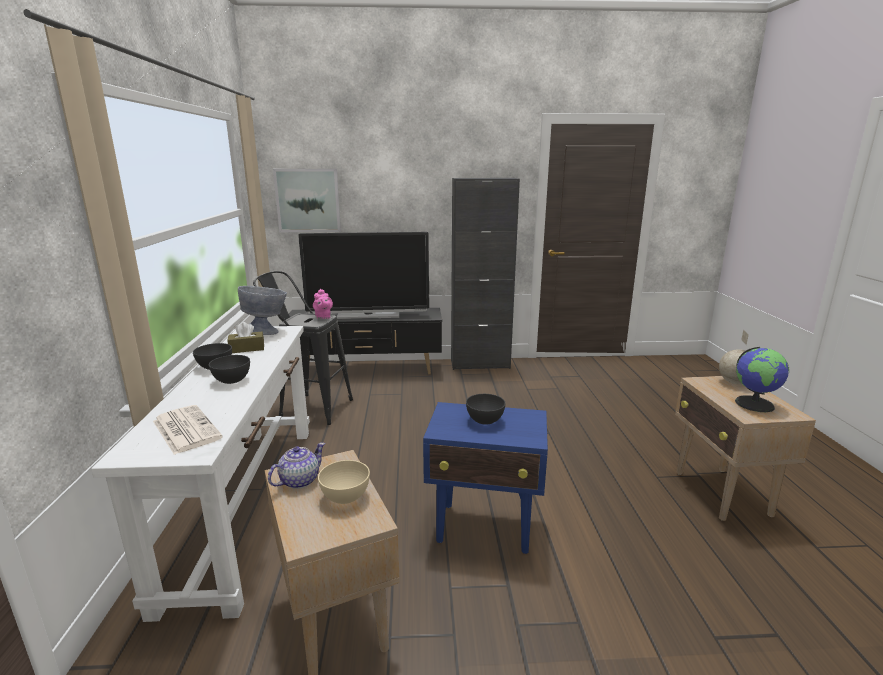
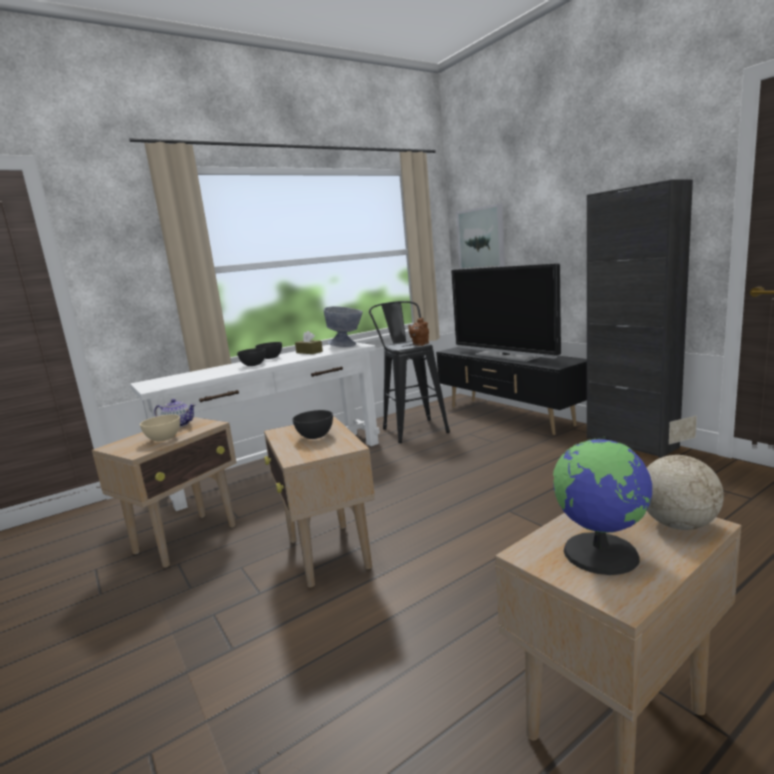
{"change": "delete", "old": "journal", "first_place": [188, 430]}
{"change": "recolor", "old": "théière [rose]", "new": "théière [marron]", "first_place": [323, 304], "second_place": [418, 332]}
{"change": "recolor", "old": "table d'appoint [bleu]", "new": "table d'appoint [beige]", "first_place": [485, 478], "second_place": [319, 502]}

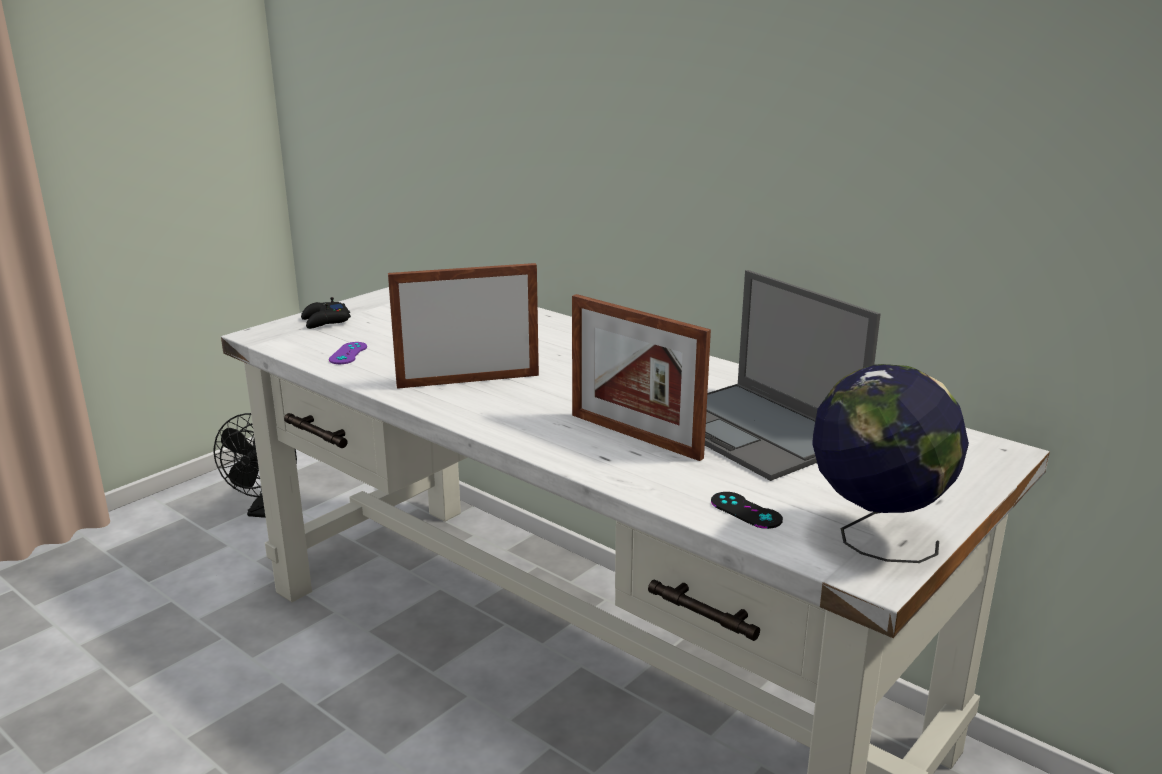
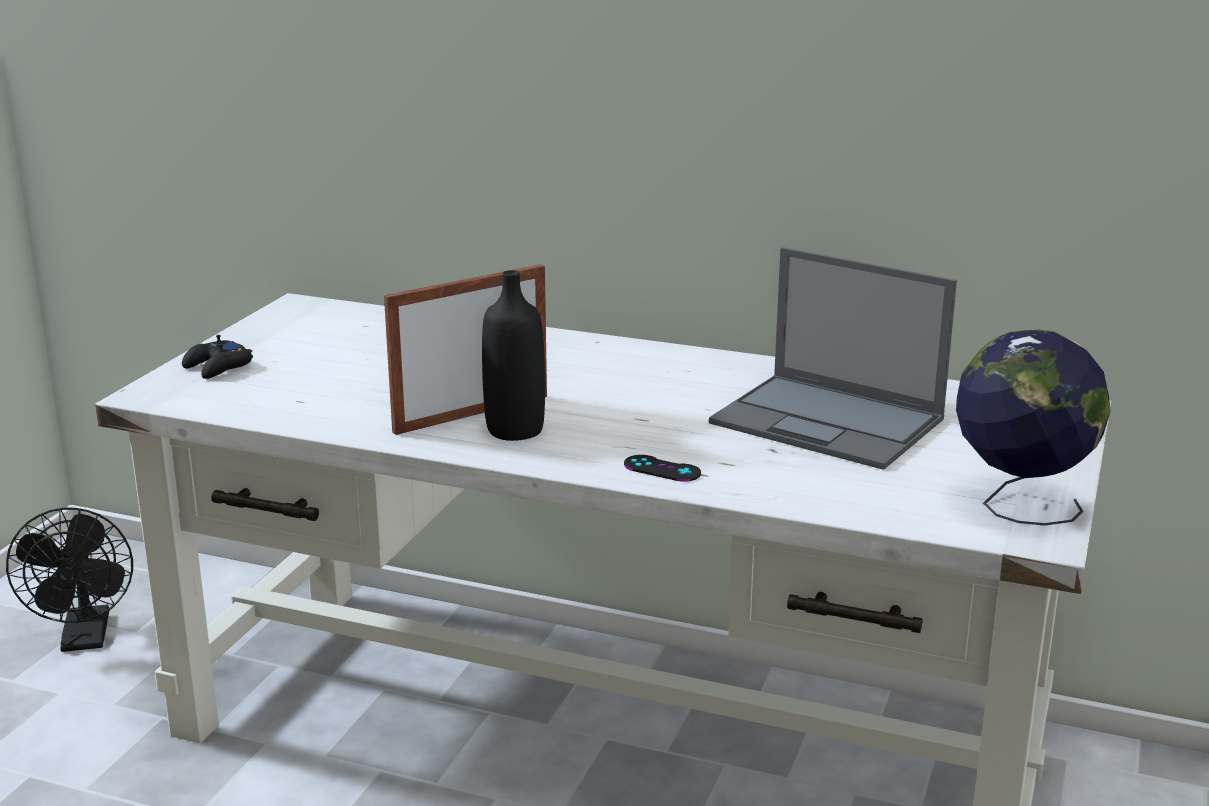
{"change": "delete", "old": "manette [violet]", "first_place": [348, 353]}
{"change": "delete", "old": "cadre photo", "first_place": [641, 377]}
{"change": "move", "old": "manette [noir]", "first_place": [747, 510], "second_place": [662, 468]}
{"change": "insert", "new": "bouteille [noir]", "second_place": [513, 355]}

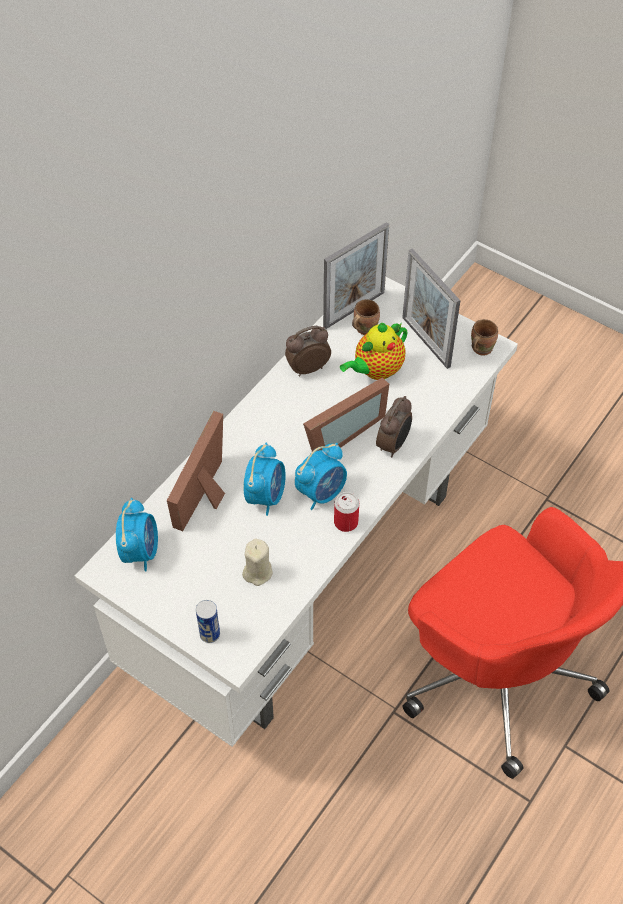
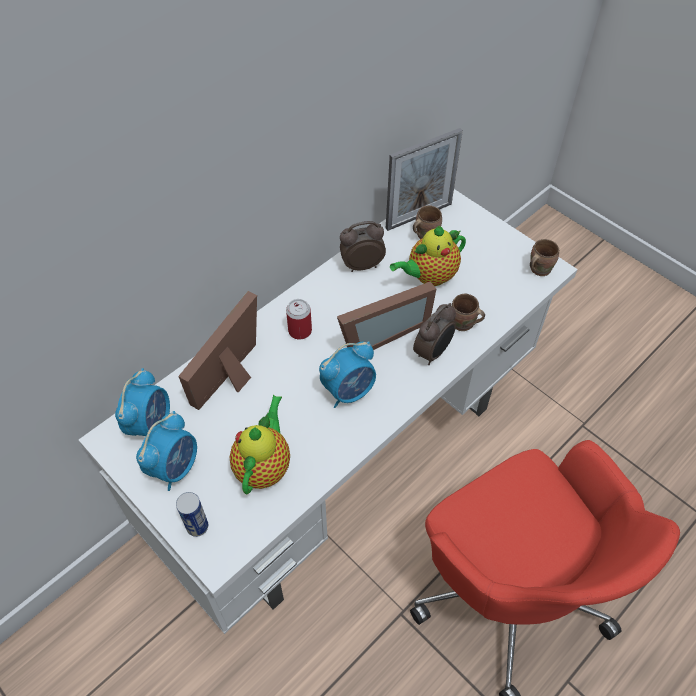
{"change": "replace", "old": "bougie [beige]", "new": "théière", "first_place": [257, 562], "second_place": [260, 444]}
{"change": "move", "old": "réveil", "first_place": [264, 479], "second_place": [166, 451]}
{"change": "move", "old": "boîte métallique", "first_place": [346, 512], "second_place": [299, 319]}
{"change": "delete", "old": "cadre photo", "first_place": [431, 309]}
{"change": "insert", "new": "mug [marron]", "second_place": [468, 312]}

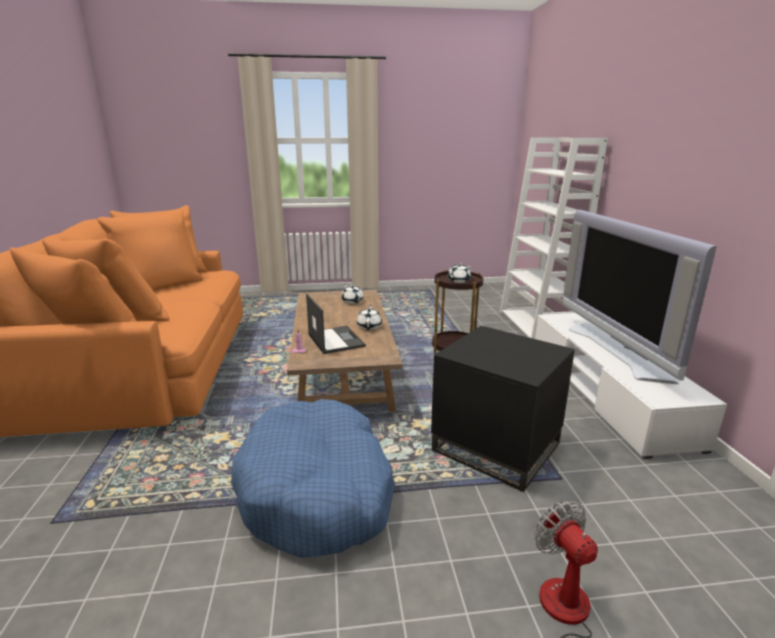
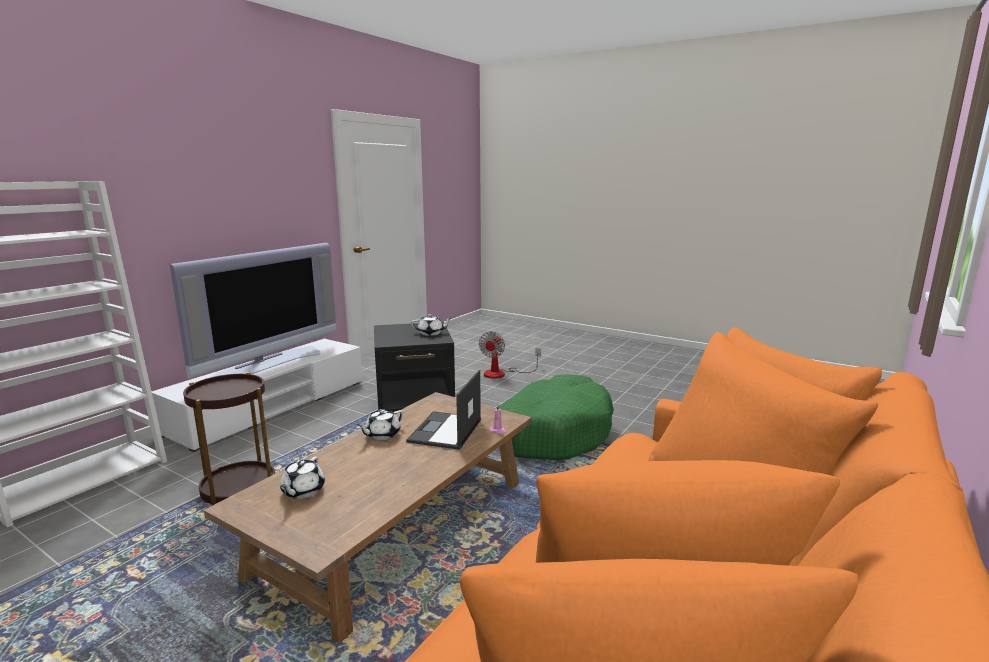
{"change": "recolor", "old": "panier pour chien [bleu]", "new": "panier pour chien [vert]", "first_place": [313, 478], "second_place": [555, 417]}
{"change": "move", "old": "théière [blanc]", "first_place": [458, 273], "second_place": [431, 325]}

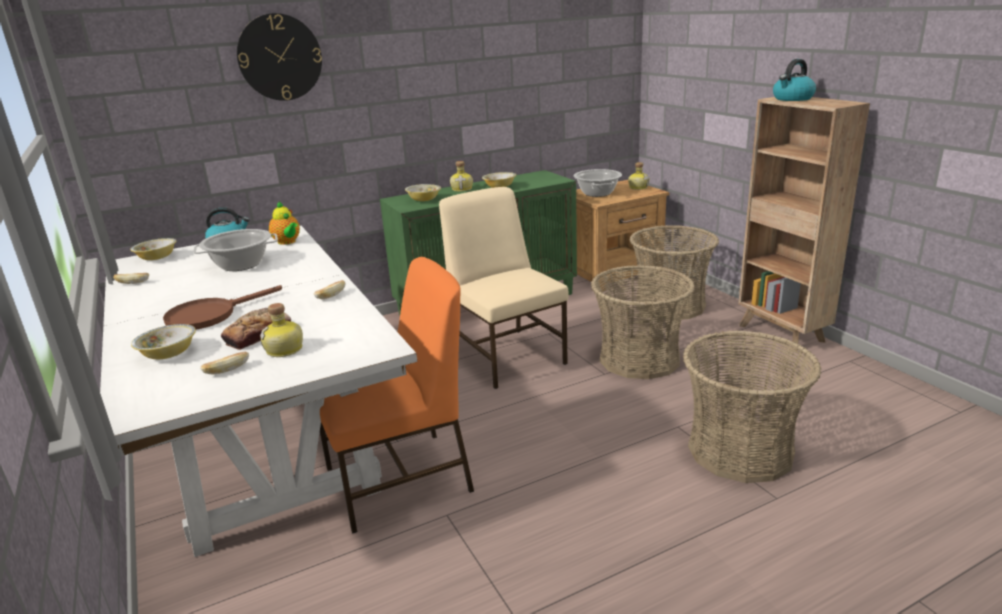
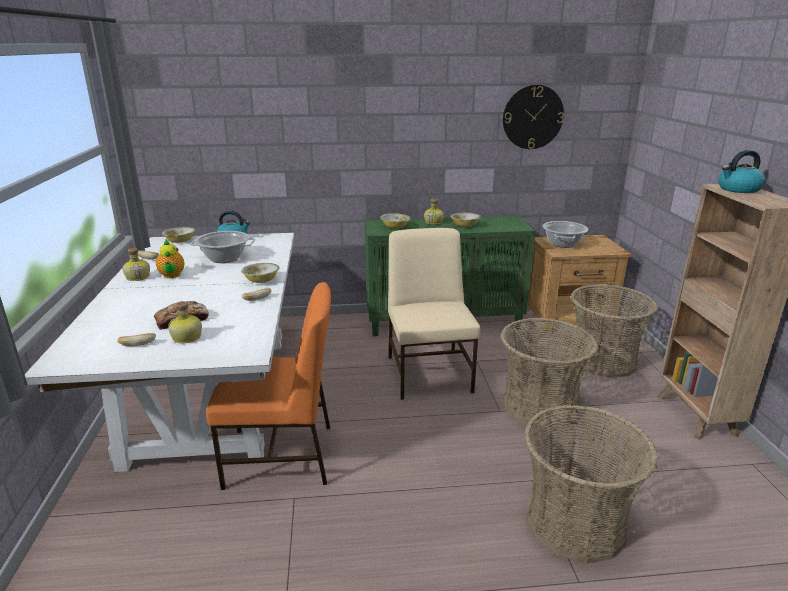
{"change": "move", "old": "bol", "first_place": [163, 341], "second_place": [260, 273]}
{"change": "delete", "old": "poêle [marron]", "first_place": [222, 307]}
{"change": "move", "old": "horloge murale", "first_place": [279, 57], "second_place": [533, 117]}
{"change": "move", "old": "théière", "first_place": [284, 223], "second_place": [170, 259]}
{"change": "move", "old": "bouteille", "first_place": [638, 176], "second_place": [136, 264]}

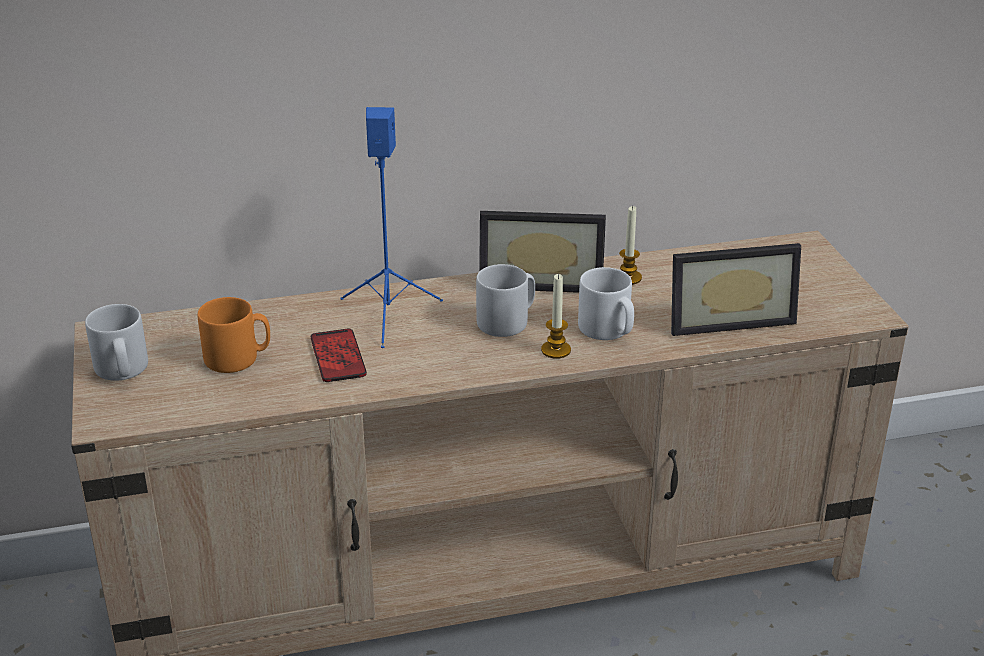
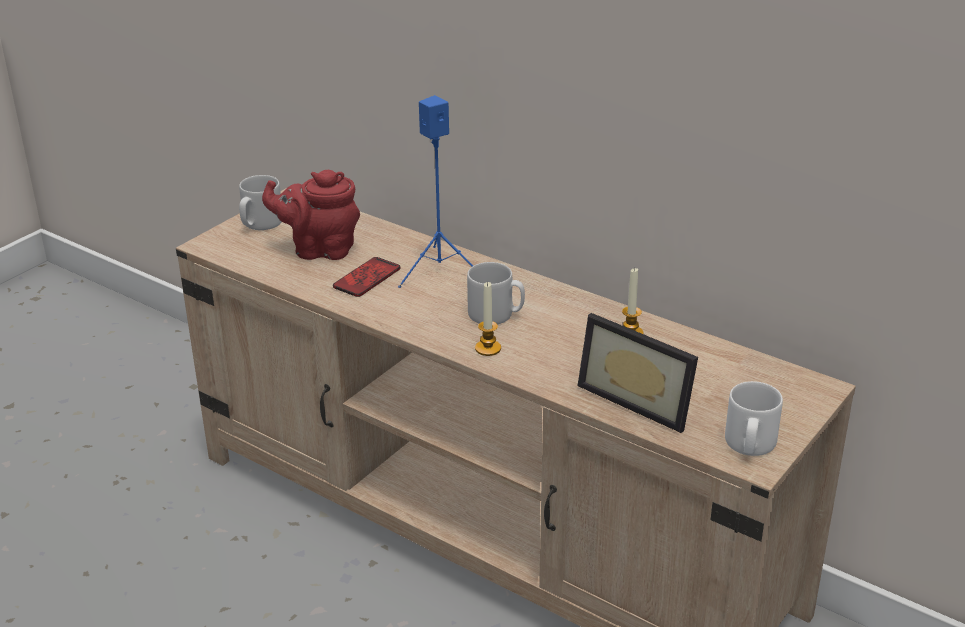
{"change": "replace", "old": "mug [orange]", "new": "théière [rouge]", "first_place": [233, 335], "second_place": [311, 215]}
{"change": "delete", "old": "cadre photo", "first_place": [542, 252]}
{"change": "move", "old": "mug [blanc]", "first_place": [606, 303], "second_place": [754, 418]}

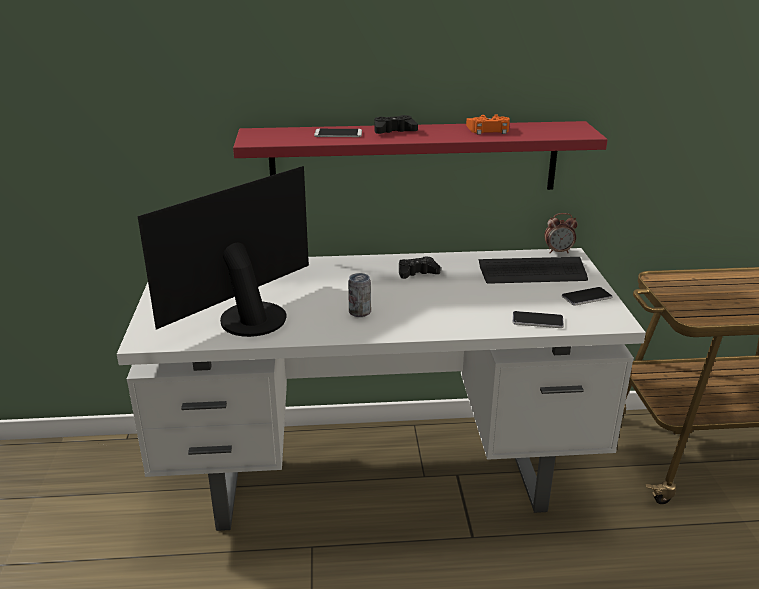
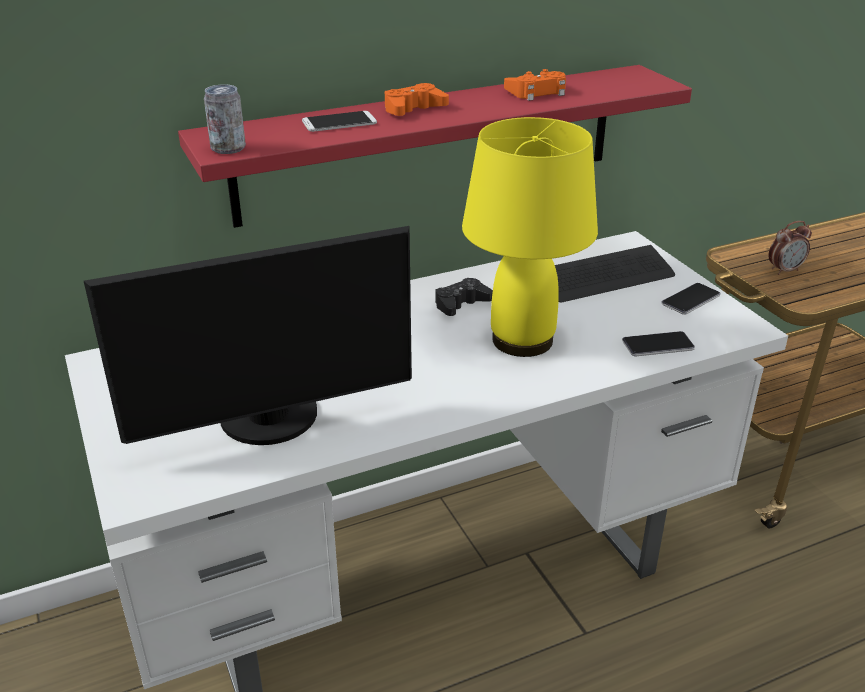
{"change": "rotate", "old": "écran d'ordinateur", "first_place": [223, 251], "second_place": [248, 335], "degrees": -135}
{"change": "move", "old": "boîte métallique", "first_place": [359, 295], "second_place": [225, 119]}
{"change": "recolor", "old": "manette [noir]", "new": "manette [orange]", "first_place": [396, 124], "second_place": [417, 99]}
{"change": "move", "old": "réveil", "first_place": [561, 233], "second_place": [790, 248]}
{"change": "insert", "new": "lampe de table [jaune]", "second_place": [530, 237]}

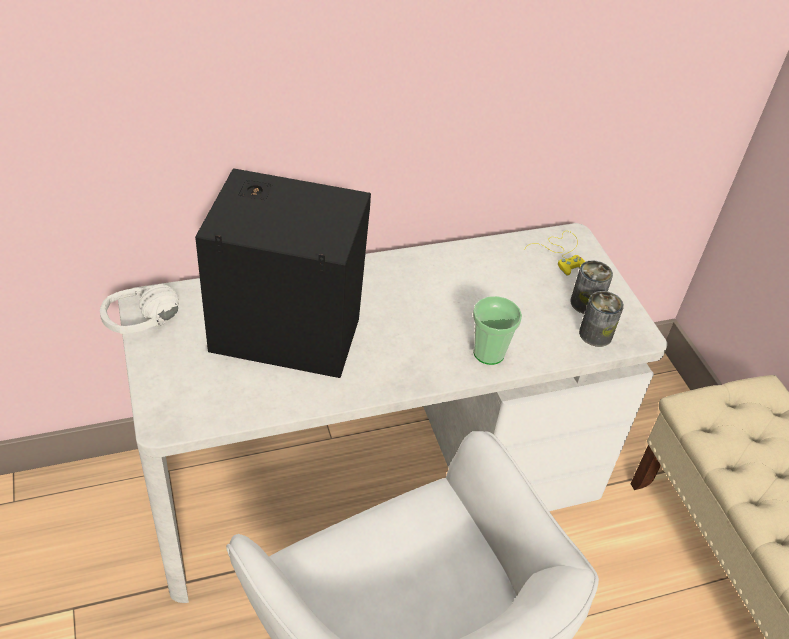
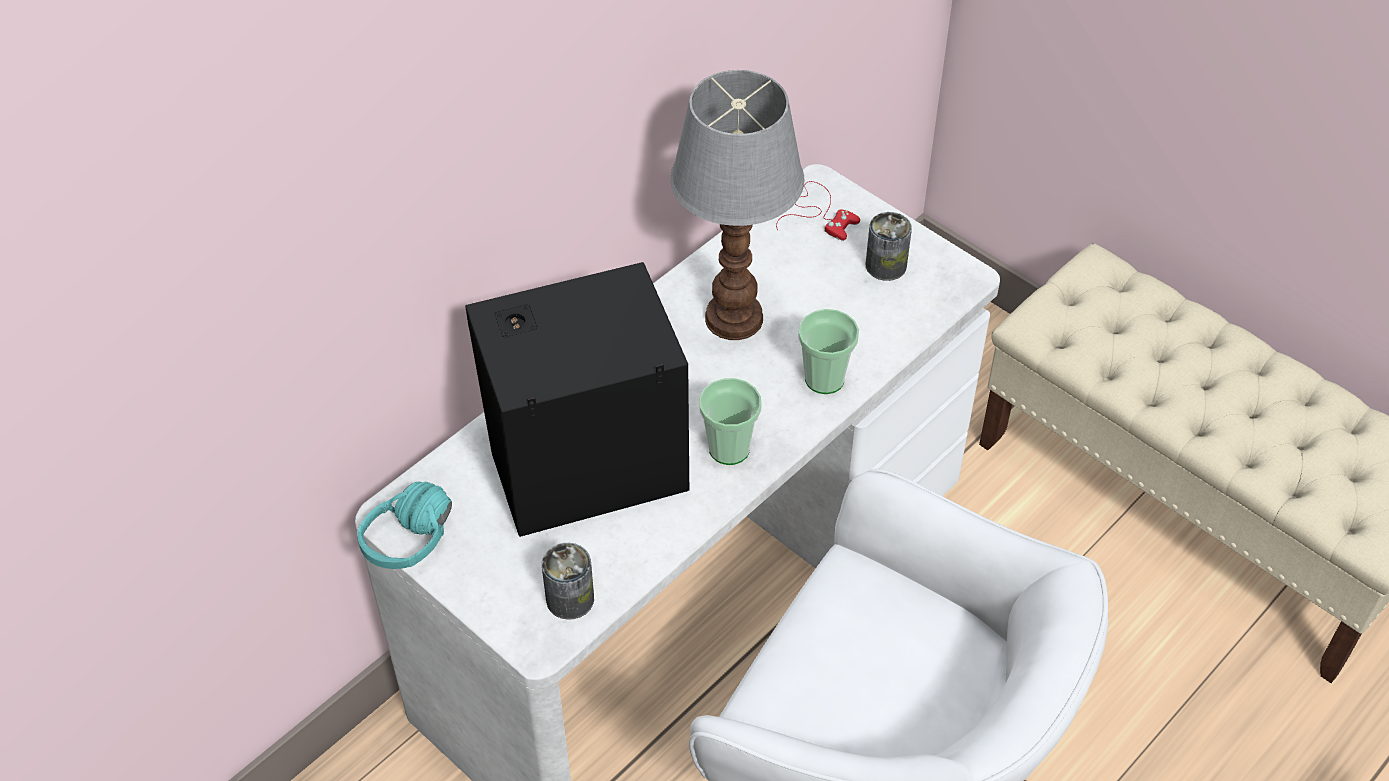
{"change": "recolor", "old": "casque audio [blanc]", "new": "casque audio [turquoise]", "first_place": [139, 309], "second_place": [404, 525]}
{"change": "recolor", "old": "manette [jaune]", "new": "manette [rouge]", "first_place": [554, 253], "second_place": [818, 211]}
{"change": "move", "old": "boîte métallique", "first_place": [601, 319], "second_place": [568, 581]}
{"change": "insert", "new": "lampe de table", "second_place": [737, 205]}
{"change": "insert", "new": "tasse", "second_place": [730, 421]}

